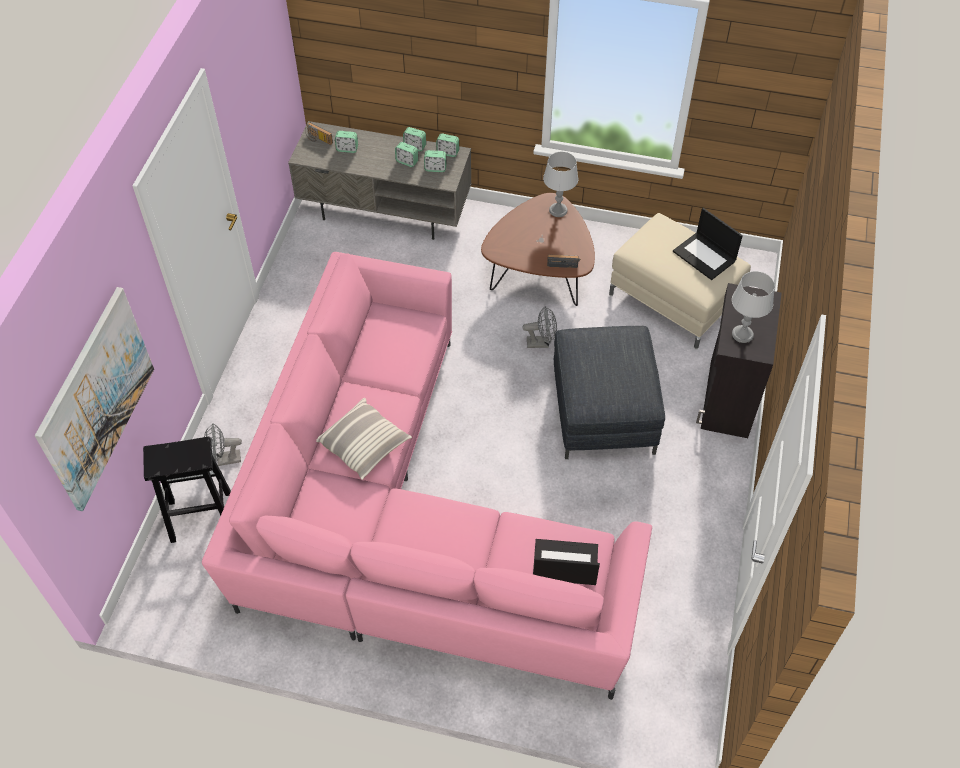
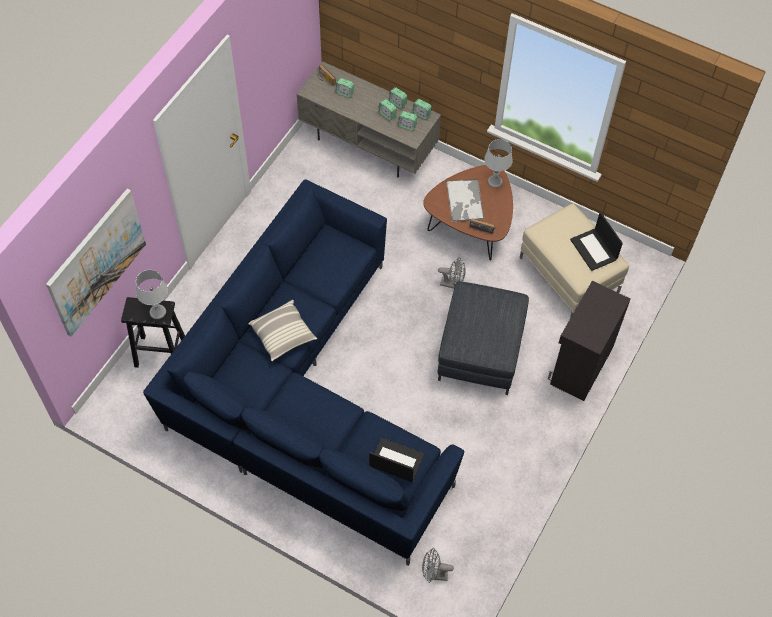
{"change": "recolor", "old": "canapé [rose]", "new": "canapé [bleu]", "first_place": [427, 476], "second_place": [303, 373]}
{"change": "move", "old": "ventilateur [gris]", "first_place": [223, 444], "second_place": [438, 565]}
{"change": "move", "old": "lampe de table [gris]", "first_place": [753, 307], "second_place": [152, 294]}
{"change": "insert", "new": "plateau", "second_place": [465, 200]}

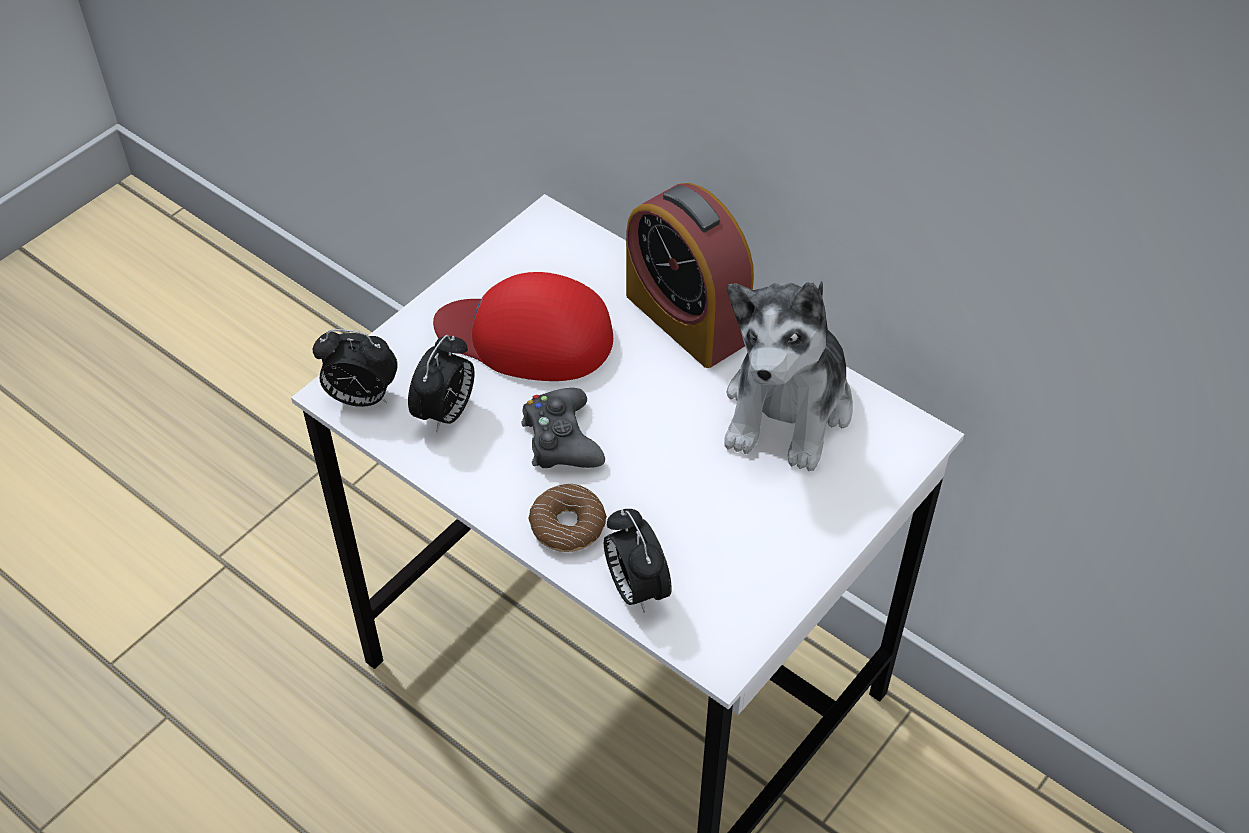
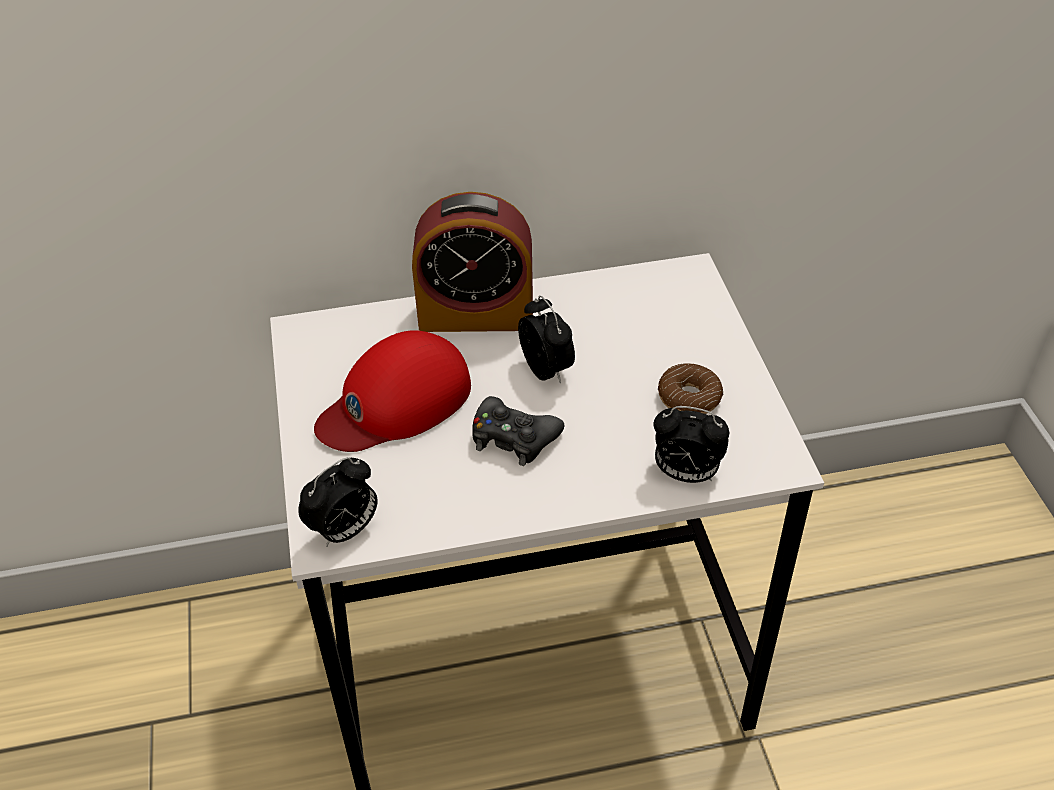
{"change": "move", "old": "réveil", "first_place": [441, 384], "second_place": [546, 339]}
{"change": "move", "old": "beignet", "first_place": [567, 518], "second_place": [690, 388]}
{"change": "delete", "old": "peluche", "first_place": [788, 376]}

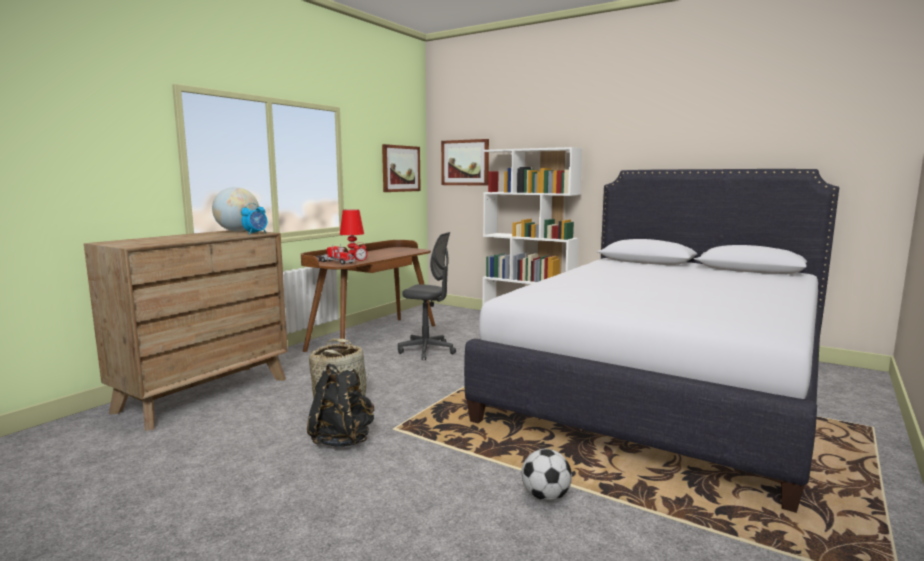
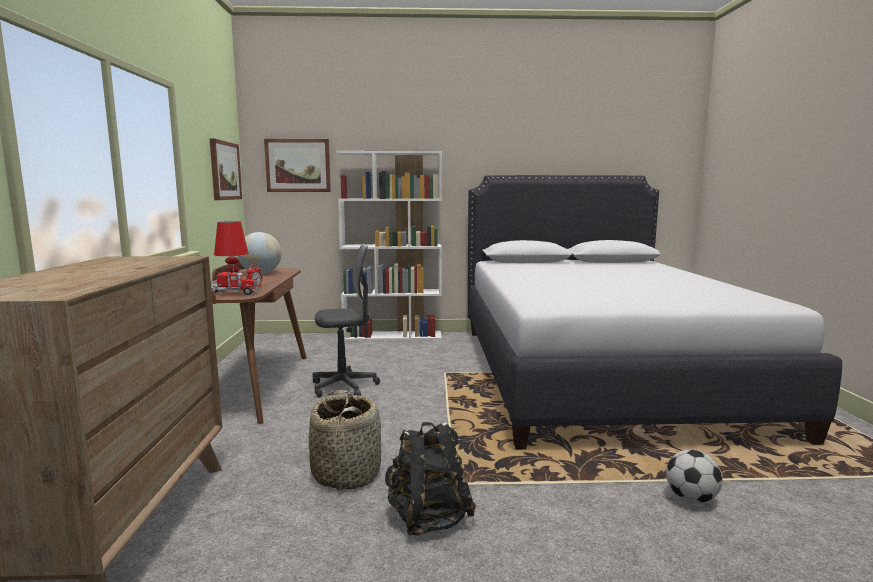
{"change": "move", "old": "globe", "first_place": [235, 209], "second_place": [260, 253]}
{"change": "delete", "old": "réveil", "first_place": [254, 218]}

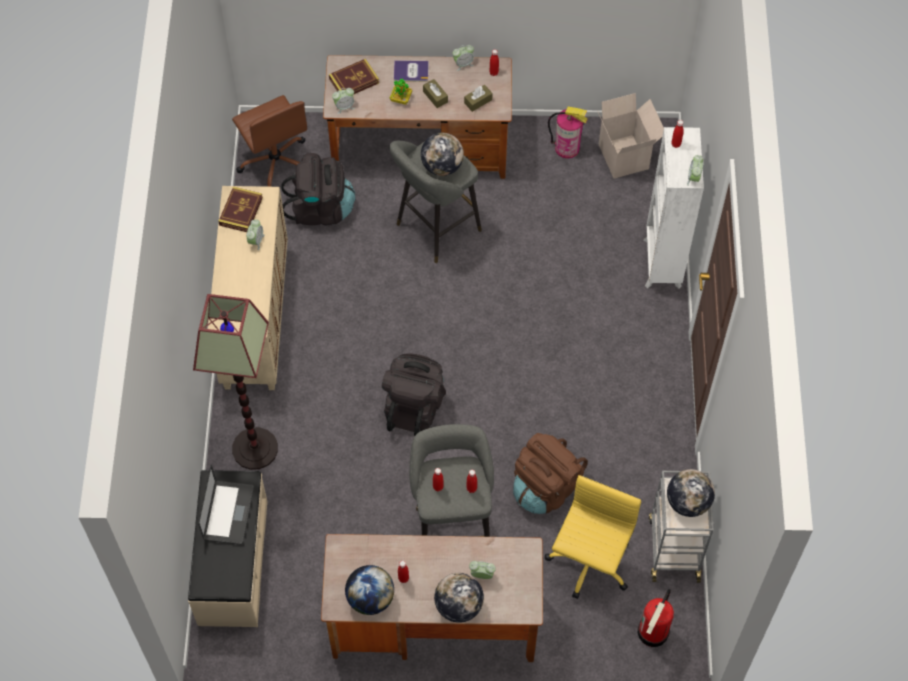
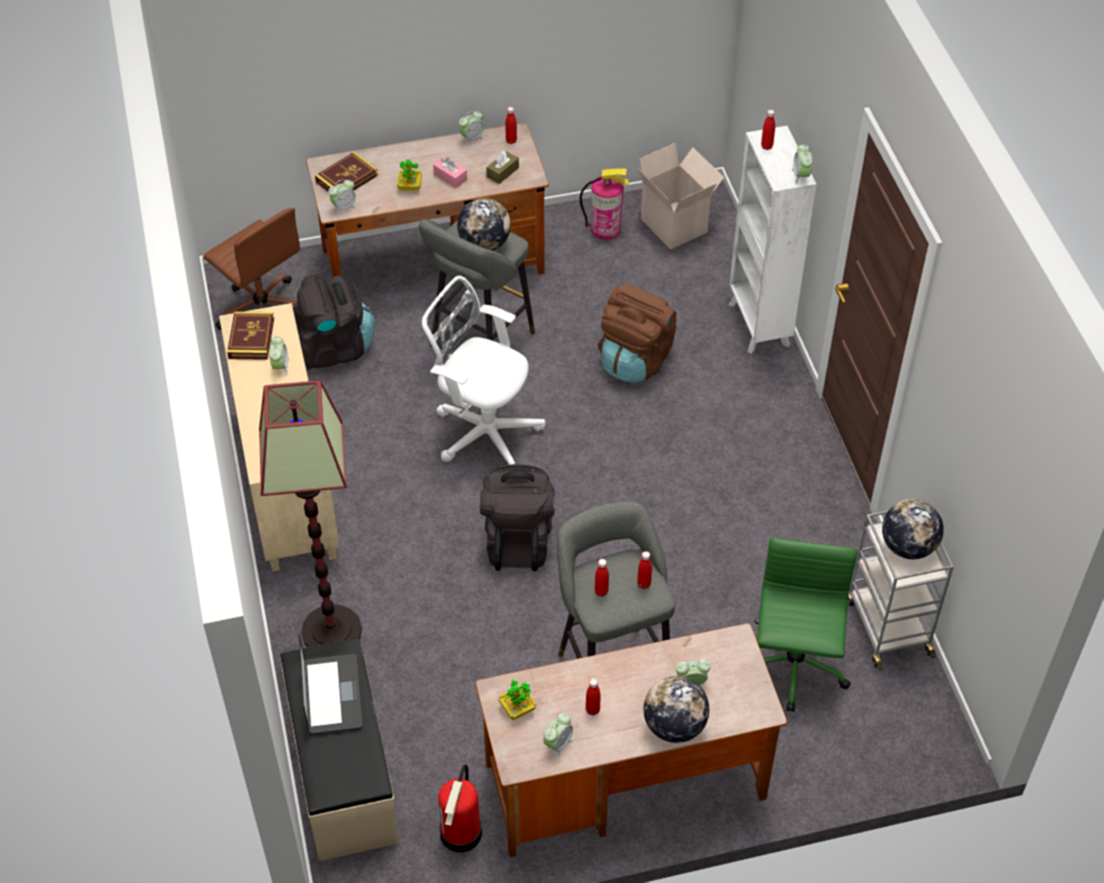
{"change": "replace", "old": "globe", "new": "réveil", "first_place": [369, 590], "second_place": [558, 736]}
{"change": "delete", "old": "livre", "first_place": [411, 71]}
{"change": "recolor", "old": "boîte à mouchoirs [marron]", "new": "boîte à mouchoirs [rose]", "first_place": [435, 93], "second_place": [450, 172]}
{"change": "move", "old": "sac à dos [marron]", "first_place": [550, 473], "second_place": [637, 333]}
{"change": "recolor", "old": "chaise de bureau [jaune]", "new": "chaise de bureau [vert]", "first_place": [593, 537], "second_place": [806, 625]}
{"change": "move", "old": "extincteur", "first_place": [656, 618], "second_place": [460, 808]}
{"change": "insert", "new": "chaise de bureau [blanc]", "second_place": [483, 370]}
{"change": "insert", "new": "plante en pot", "second_place": [517, 700]}

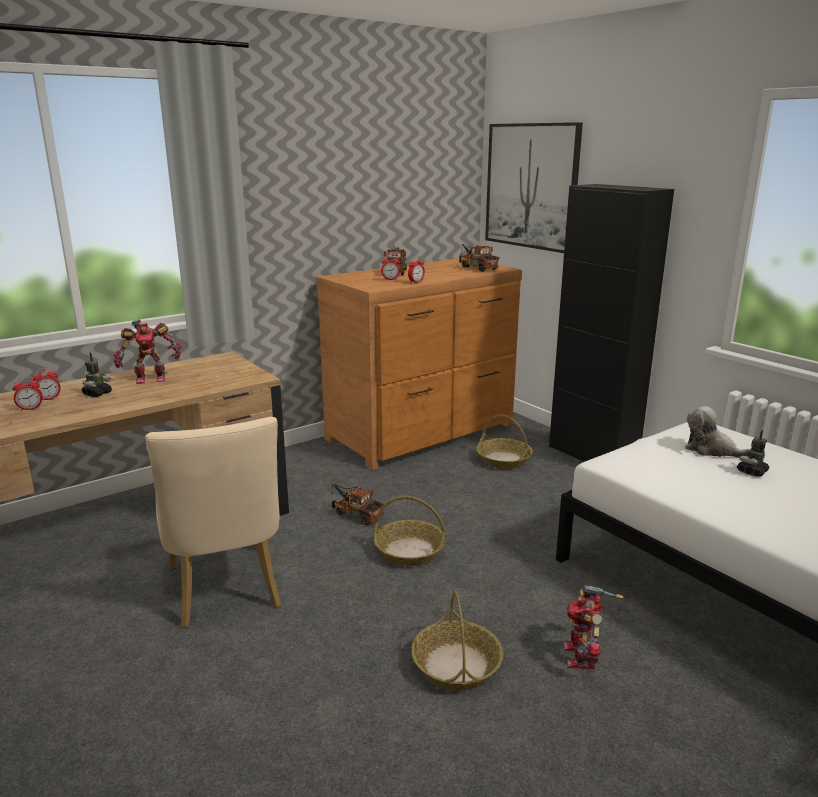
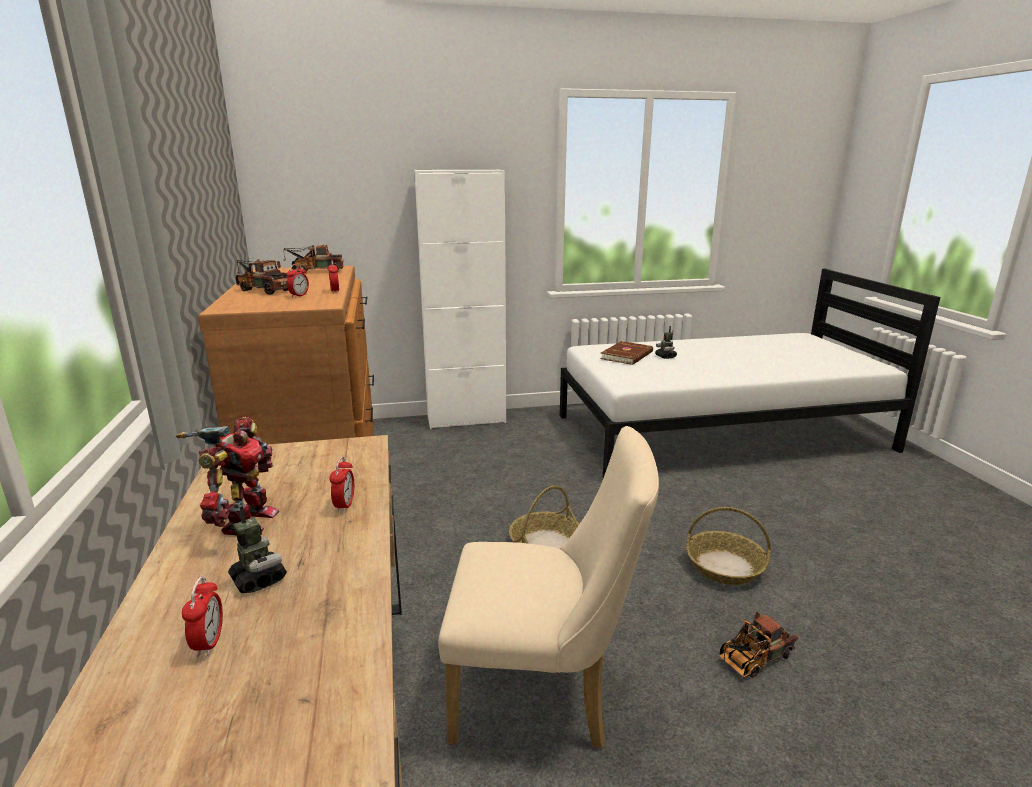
{"change": "move", "old": "réveil", "first_place": [27, 394], "second_place": [342, 484]}
{"change": "move", "old": "camion jouet", "first_place": [357, 504], "second_place": [758, 645]}
{"change": "delete", "old": "panier", "first_place": [504, 442]}
{"change": "delete", "old": "tableau", "first_place": [534, 187]}
{"change": "recolor", "old": "meuble de rangement [noir]", "new": "meuble de rangement [blanc]", "first_place": [611, 323], "second_place": [460, 299]}
{"change": "delete", "old": "robot jouet", "first_place": [594, 627]}
{"change": "replace", "old": "peluche", "new": "livre [marron]", "first_place": [717, 432], "second_place": [627, 353]}

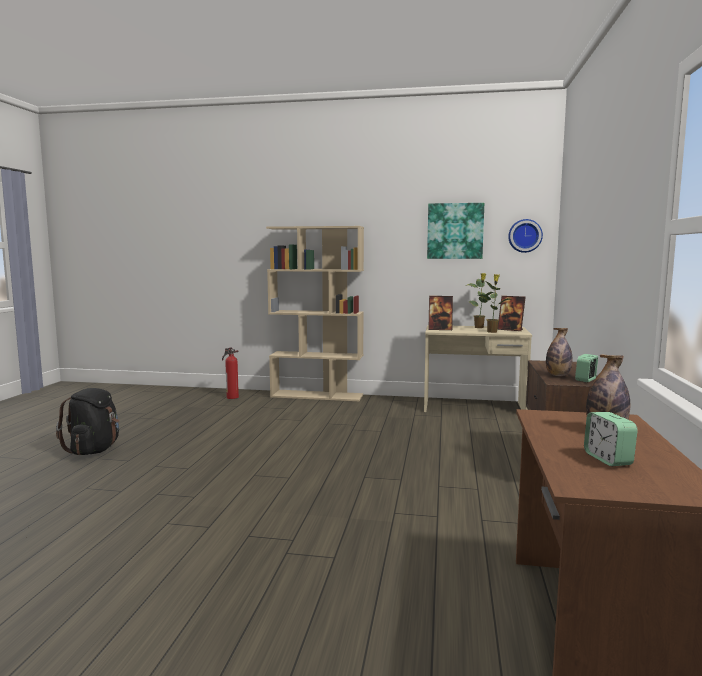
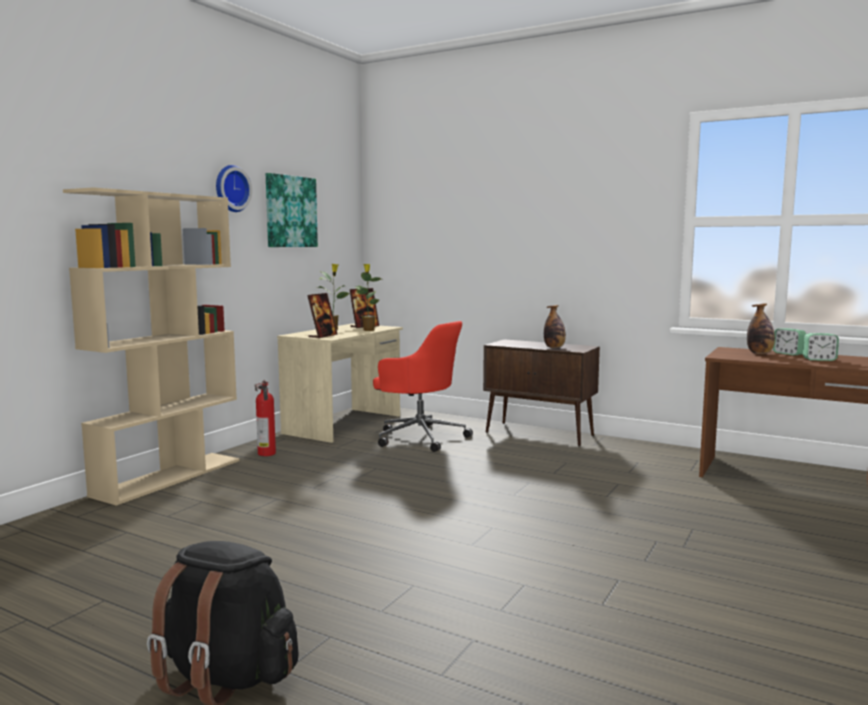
{"change": "move", "old": "extincteur", "first_place": [230, 373], "second_place": [265, 418]}
{"change": "move", "old": "horloge murale", "first_place": [525, 236], "second_place": [234, 188]}
{"change": "move", "old": "réveil", "first_place": [586, 368], "second_place": [789, 342]}
{"change": "insert", "new": "chaise de bureau [rouge]", "second_place": [423, 386]}

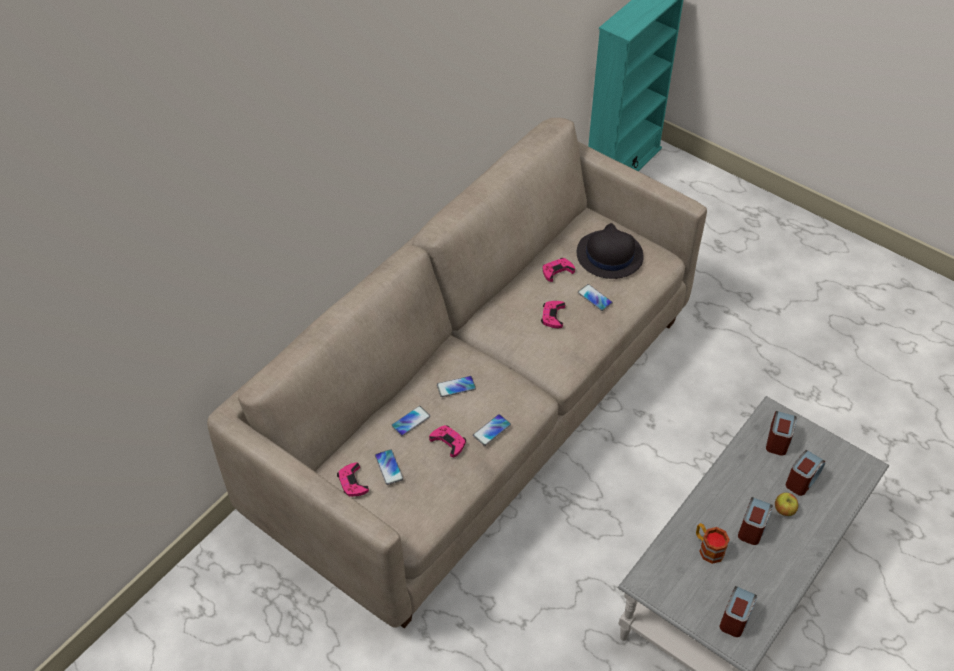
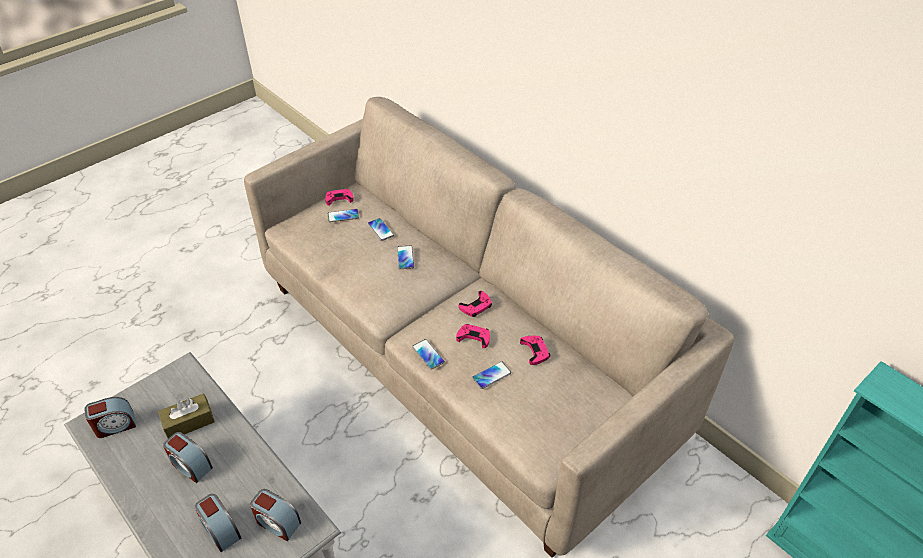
{"change": "move", "old": "manette [rose]", "first_place": [447, 441], "second_place": [475, 304]}
{"change": "move", "old": "téléphone", "first_place": [492, 430], "second_place": [428, 354]}
{"change": "delete", "old": "chapeau [noir]", "first_place": [610, 251]}
{"change": "replace", "old": "mug", "new": "boîte à mouchoirs [marron]", "first_place": [713, 543], "second_place": [186, 416]}
{"change": "rotate", "old": "réveil", "first_place": [738, 611], "second_place": [110, 417], "degrees": -60}
{"change": "delete", "old": "pomme", "first_place": [786, 504]}

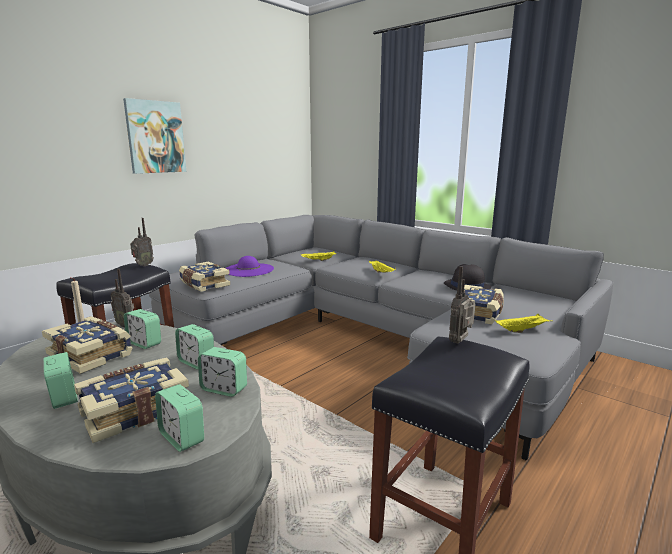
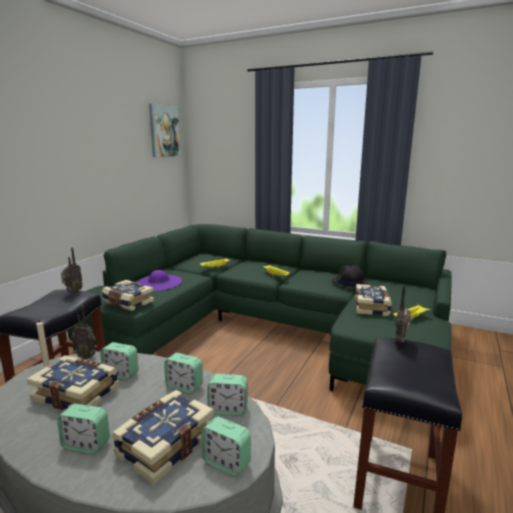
{"change": "rotate", "old": "réveil", "first_place": [60, 380], "second_place": [83, 429], "degrees": 150}
{"change": "move", "old": "tableau", "first_place": [155, 136], "second_place": [165, 130]}
{"change": "recolor", "old": "canapé [gris]", "new": "canapé [vert]", "first_place": [381, 338], "second_place": [260, 307]}

